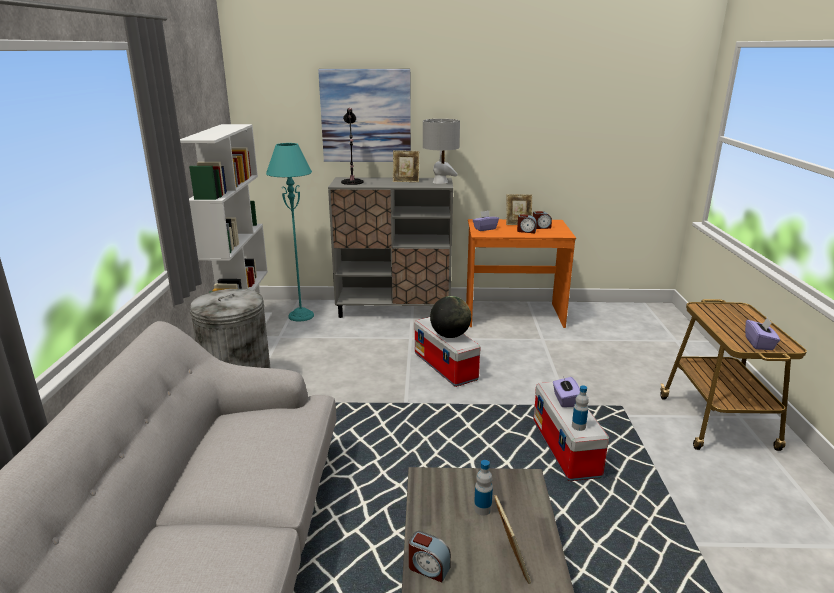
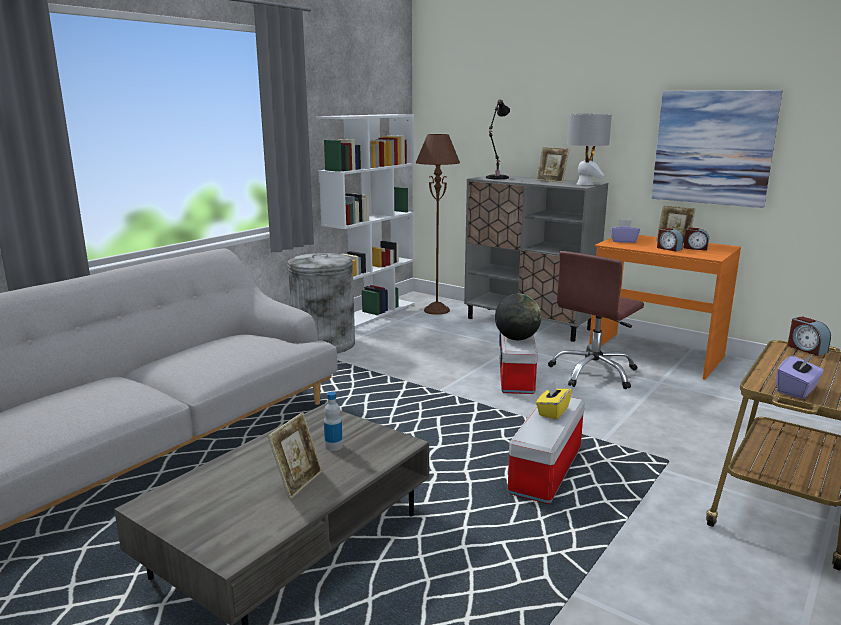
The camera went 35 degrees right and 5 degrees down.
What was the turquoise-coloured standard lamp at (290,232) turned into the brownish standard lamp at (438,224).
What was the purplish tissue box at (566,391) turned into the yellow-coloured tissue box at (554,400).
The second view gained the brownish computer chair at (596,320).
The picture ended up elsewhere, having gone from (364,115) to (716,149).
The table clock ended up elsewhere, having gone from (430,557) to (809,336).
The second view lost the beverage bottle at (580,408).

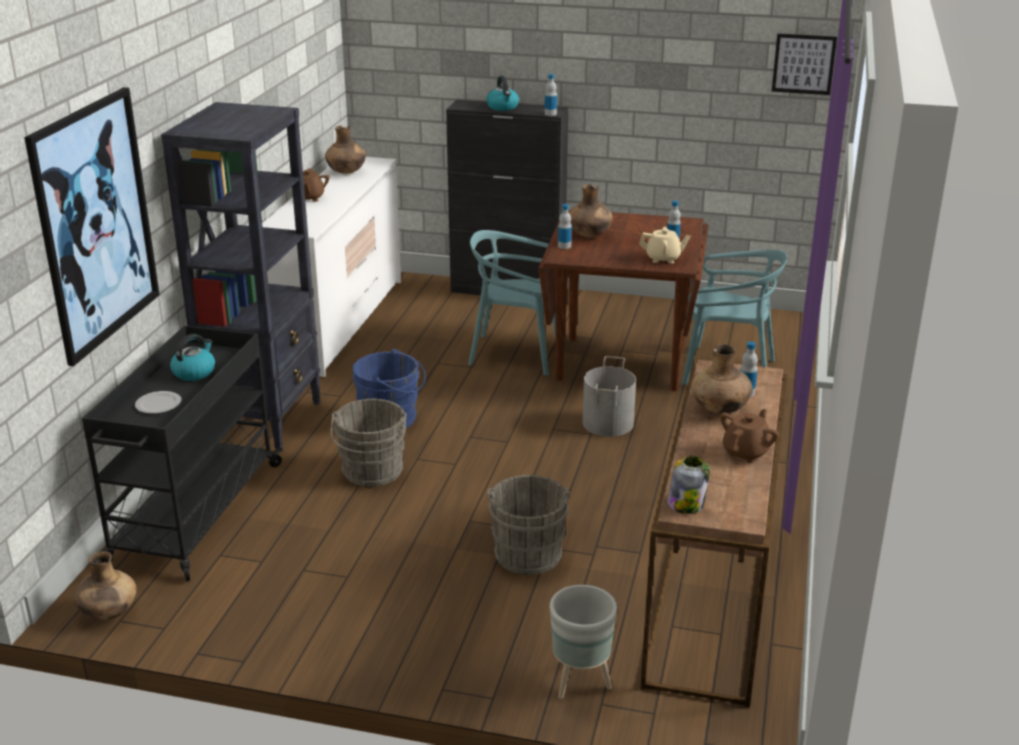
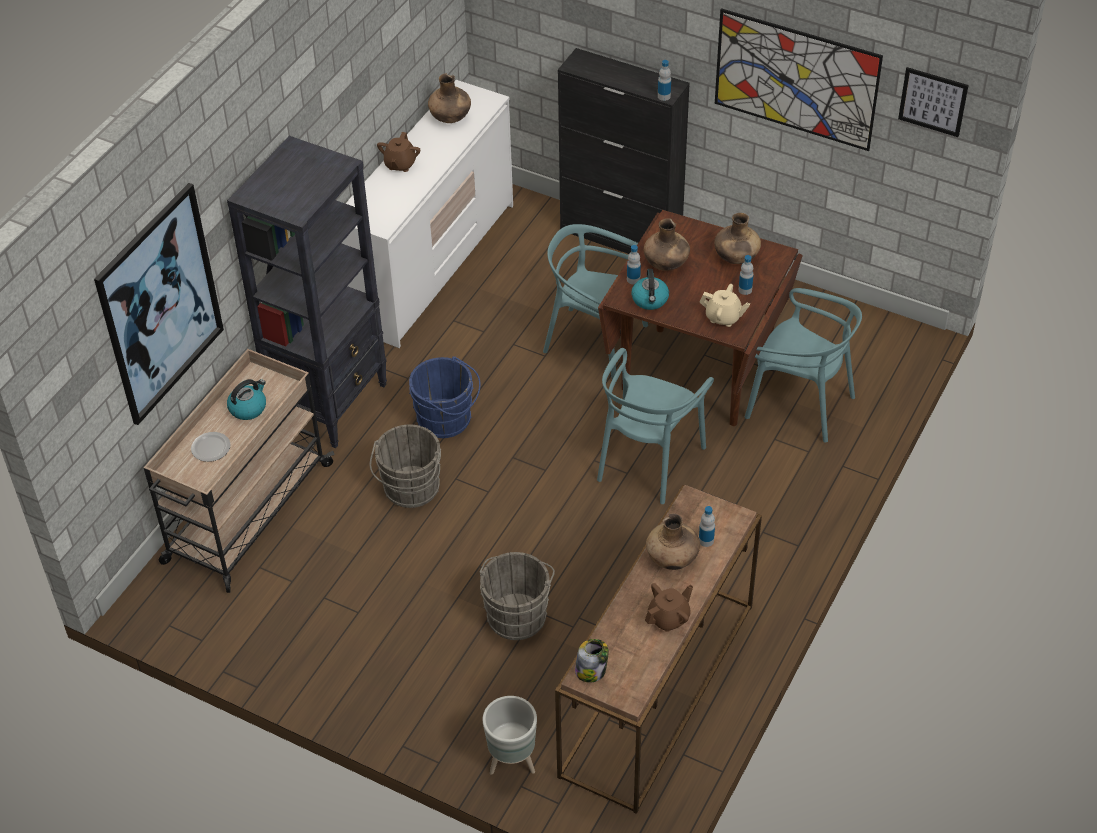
The camera went 15 degrees right and 20 degrees up.
What was the blackish cart at (182,453) turned into the beige-coloured cart at (239,471).
Where the greyish bucket stood at (609,396), the turquoise-coloured upright chair came to stand at (655,426).
The tea kettle ended up elsewhere, having gone from (502,93) to (650,289).
The brownish flower vase ended up elsewhere, having gone from (105,585) to (737,238).
The second view gained the picture at (799,79).

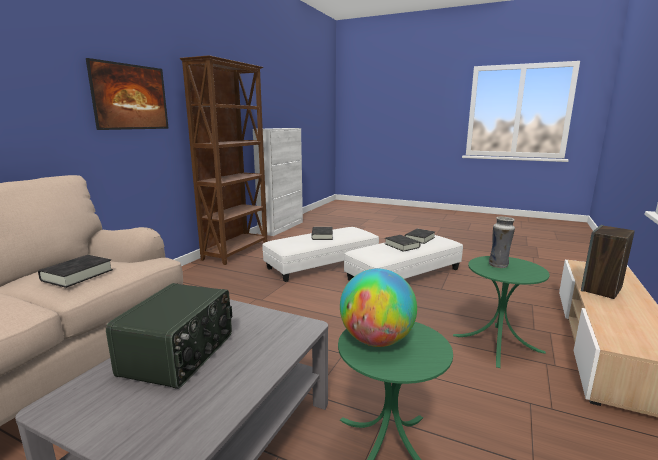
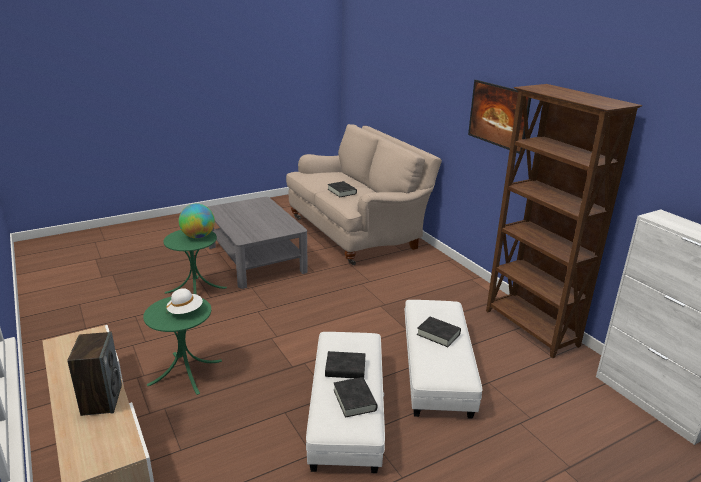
The camera went 125 degrees right and 10 degrees up.
Where the flower vase stood at (502,242), the white clothing hat came to stand at (184,301).
The second view lost the radio at (169,336).

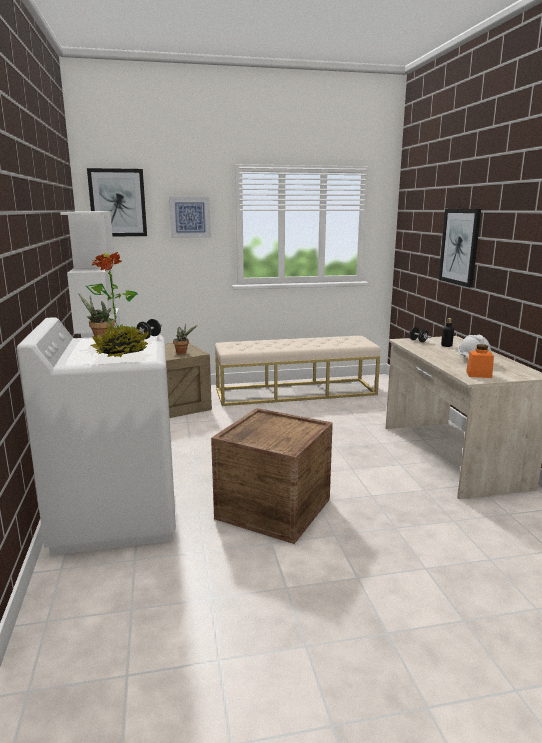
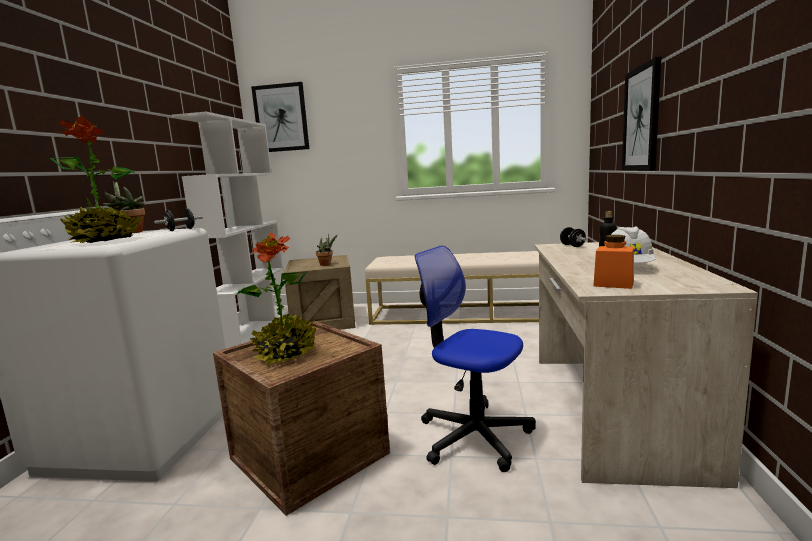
The camera went 20 degrees right and 5 degrees down.
The second view gained the houseplant at (276,299).
The second view gained the computer chair at (475,358).
The second view lost the picture at (190,217).

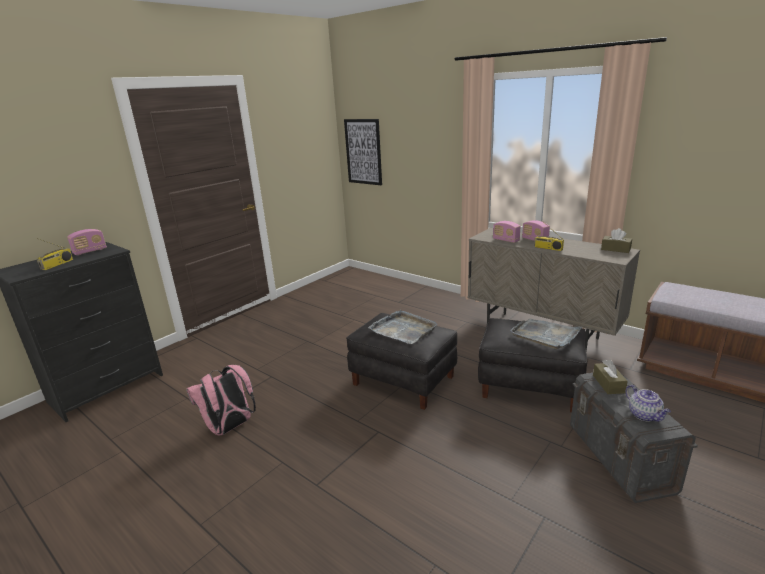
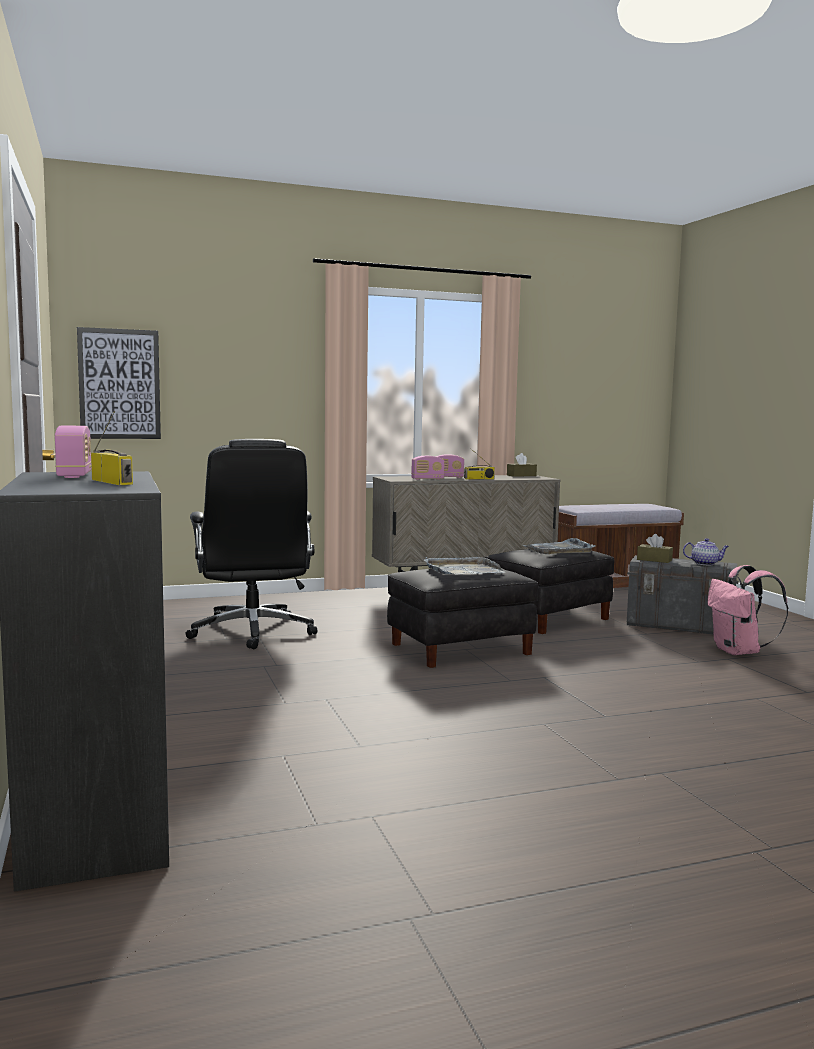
The camera went 60 degrees left and 15 degrees down.
The second view gained the blackish computer chair at (251,544).
The pinkish knapsack ended up elsewhere, having gone from (221,400) to (748,610).

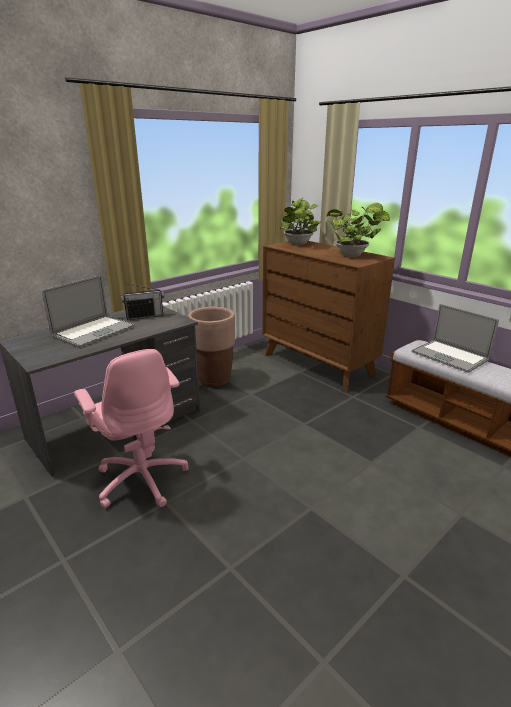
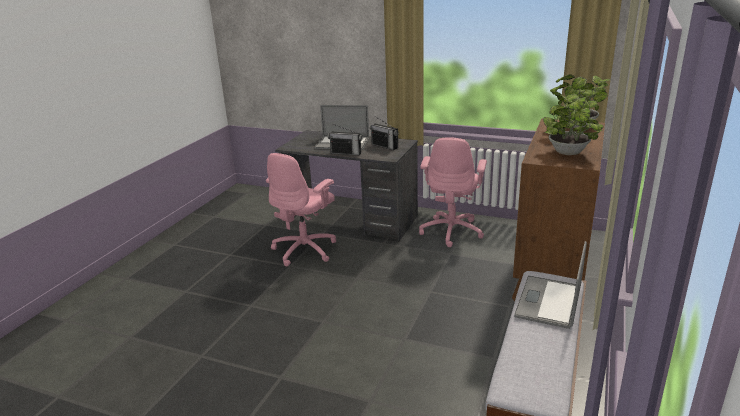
The camera went 65 degrees right and 0 degrees up.
The second view gained the radio at (345,139).
Where the brownish plant pot stood at (211,347), the pinkish computer chair came to stand at (453,192).

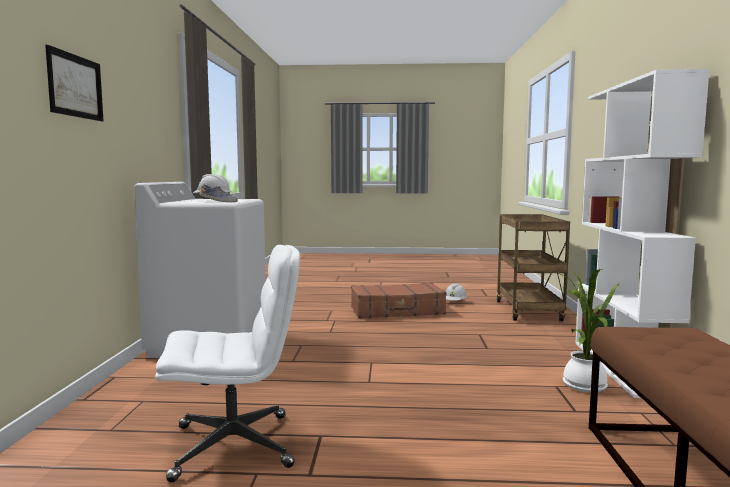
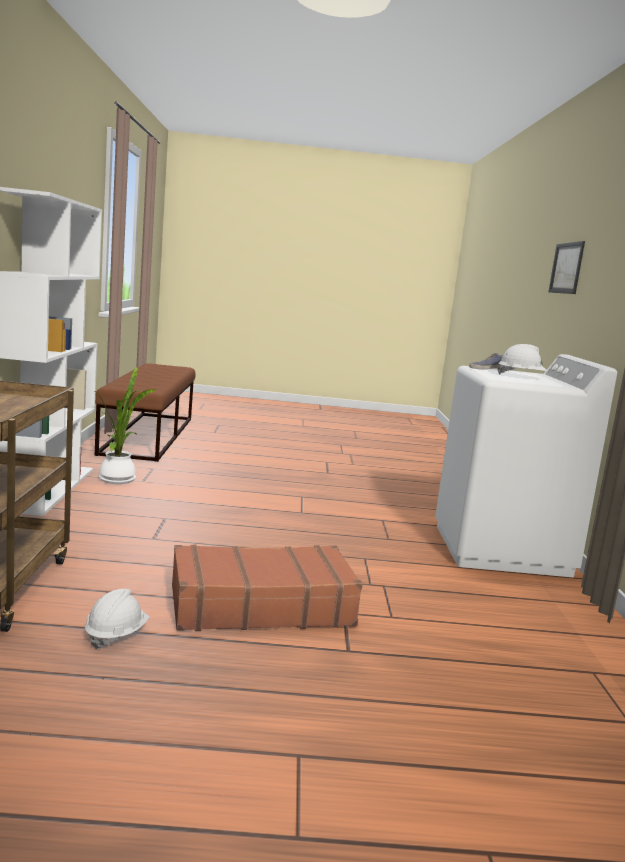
The camera went 175 degrees right and 5 degrees up.
The second view lost the white computer chair at (227,363).

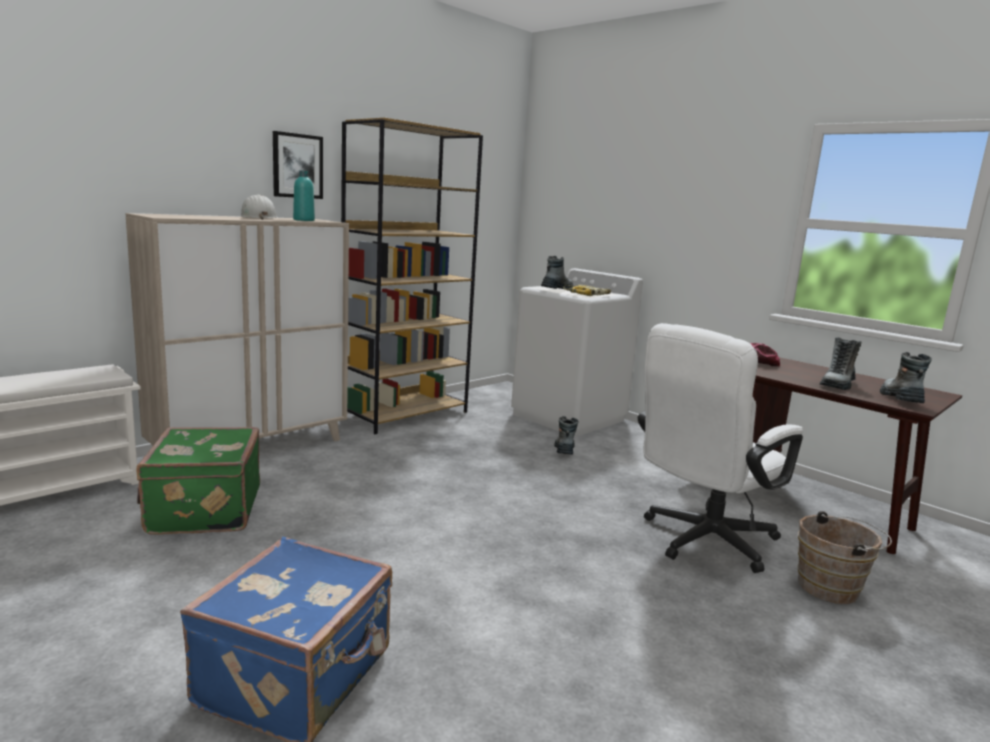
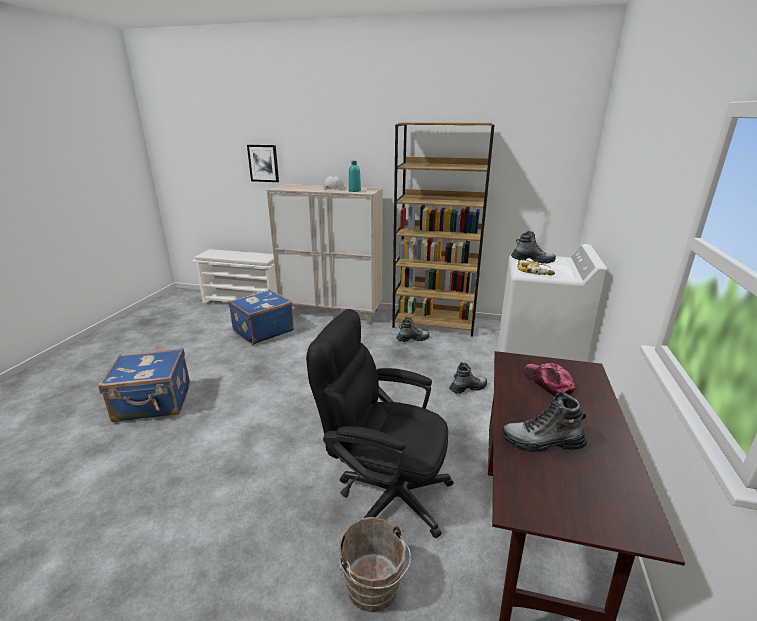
The camera went 60 degrees right and 10 degrees up.
What was the greenish suitcase at (198,481) turned into the blue suitcase at (261,317).
The picture ended up elsewhere, having gone from (298,165) to (263,163).
What was the white computer chair at (720,448) turned into the blackish computer chair at (380,423).
The high-top boot ended up elsewhere, having gone from (906,377) to (413,329).

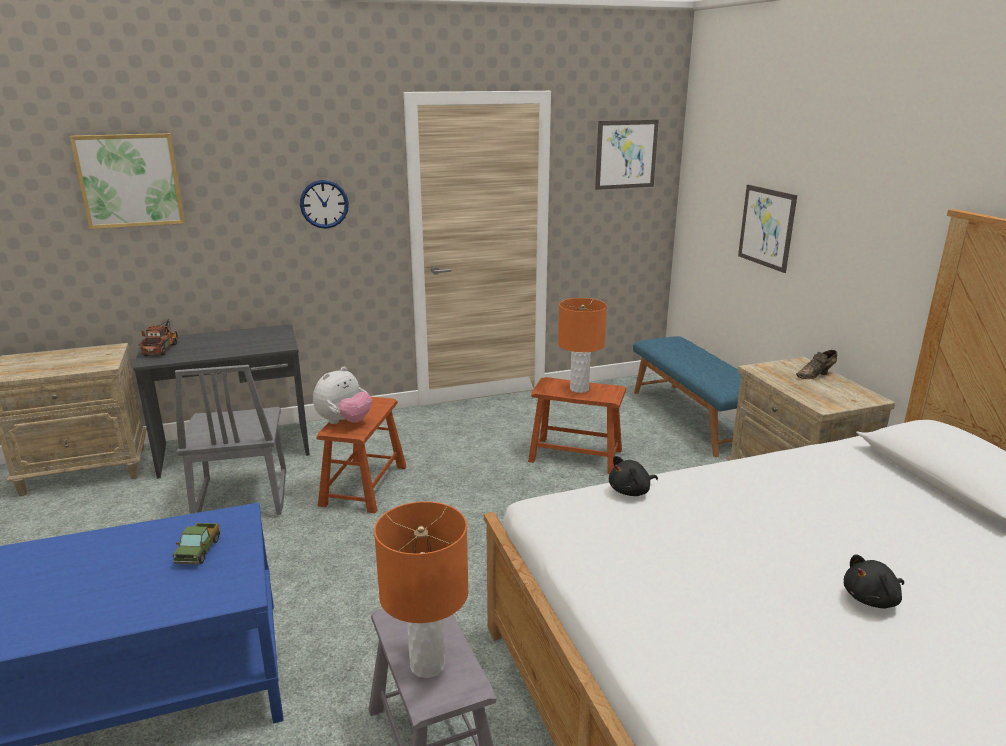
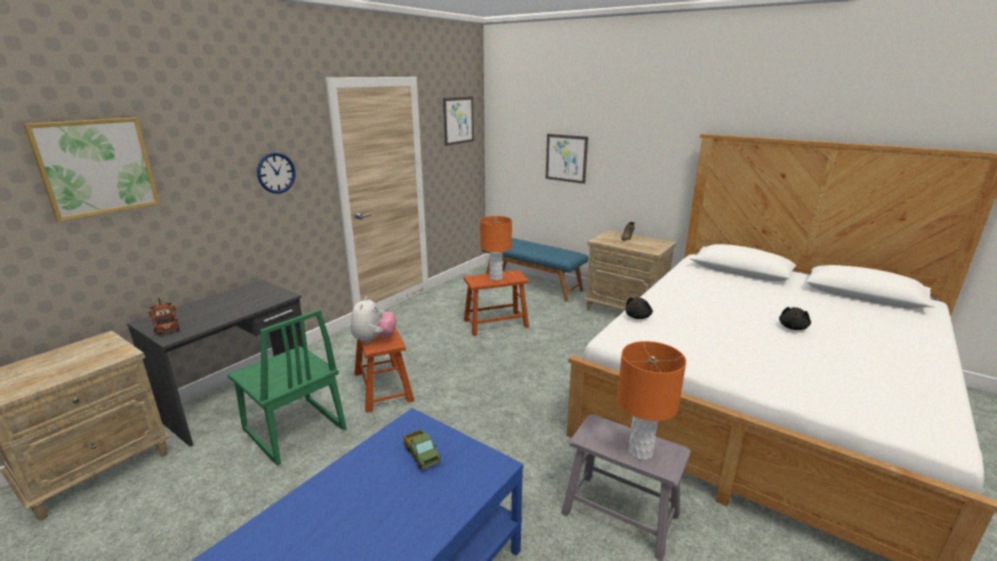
The camera went 35 degrees left and 0 degrees up.
What was the greyish upright chair at (231,440) turned into the greenish upright chair at (286,387).

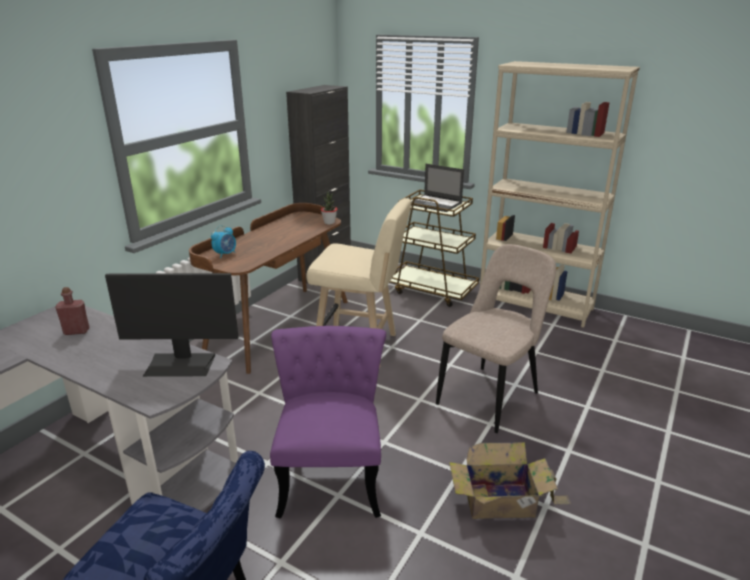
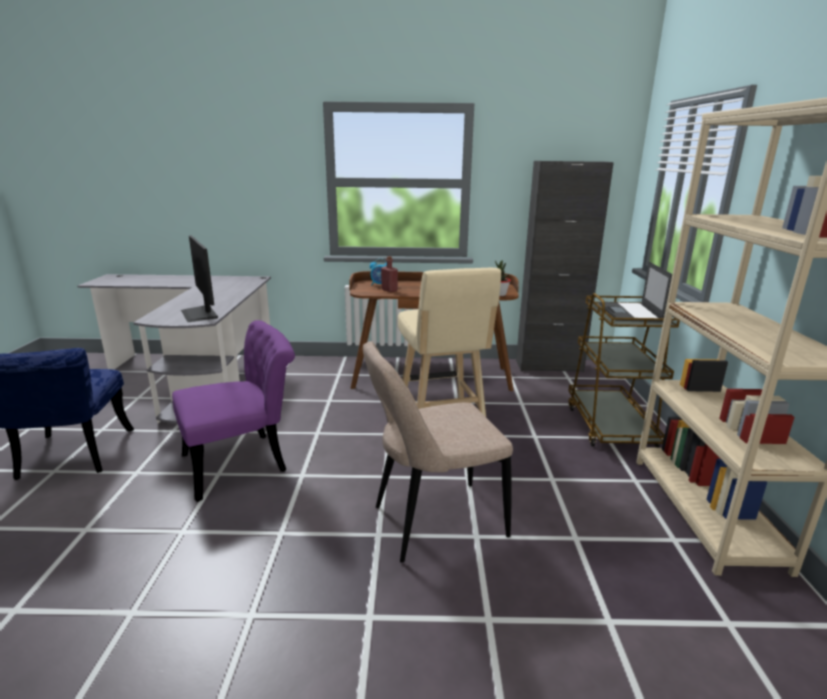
The camera went 60 degrees right and 5 degrees down.
The beige-coloured upright chair at (496,338) ended up facing another way, 150 degrees clockwise from before.
The reddish beverage bottle ended up elsewhere, having gone from (72,311) to (389,274).
The second view lost the cardboard box at (510,480).

